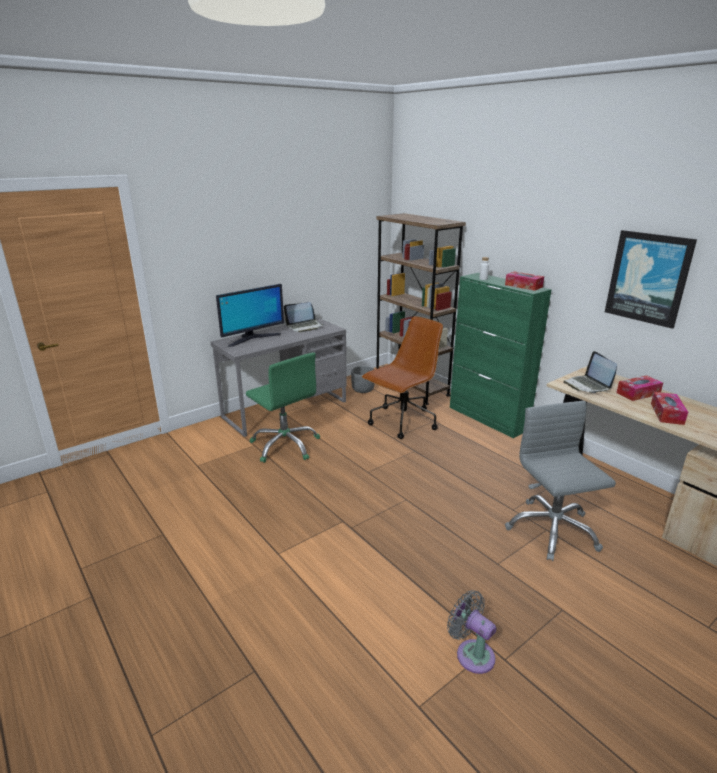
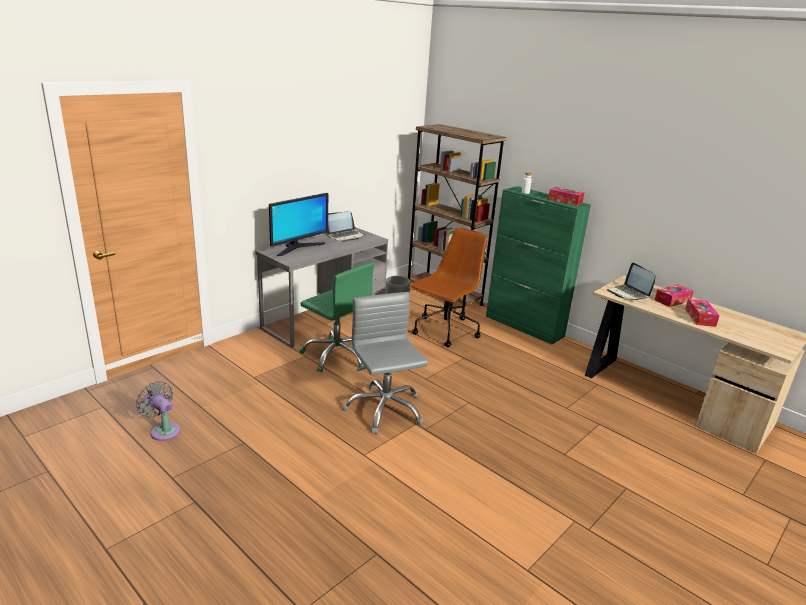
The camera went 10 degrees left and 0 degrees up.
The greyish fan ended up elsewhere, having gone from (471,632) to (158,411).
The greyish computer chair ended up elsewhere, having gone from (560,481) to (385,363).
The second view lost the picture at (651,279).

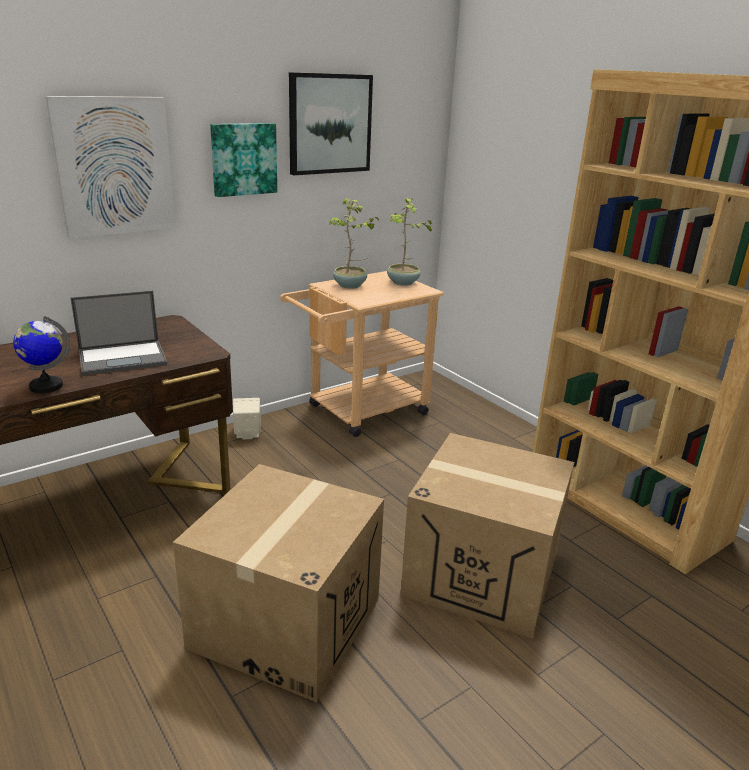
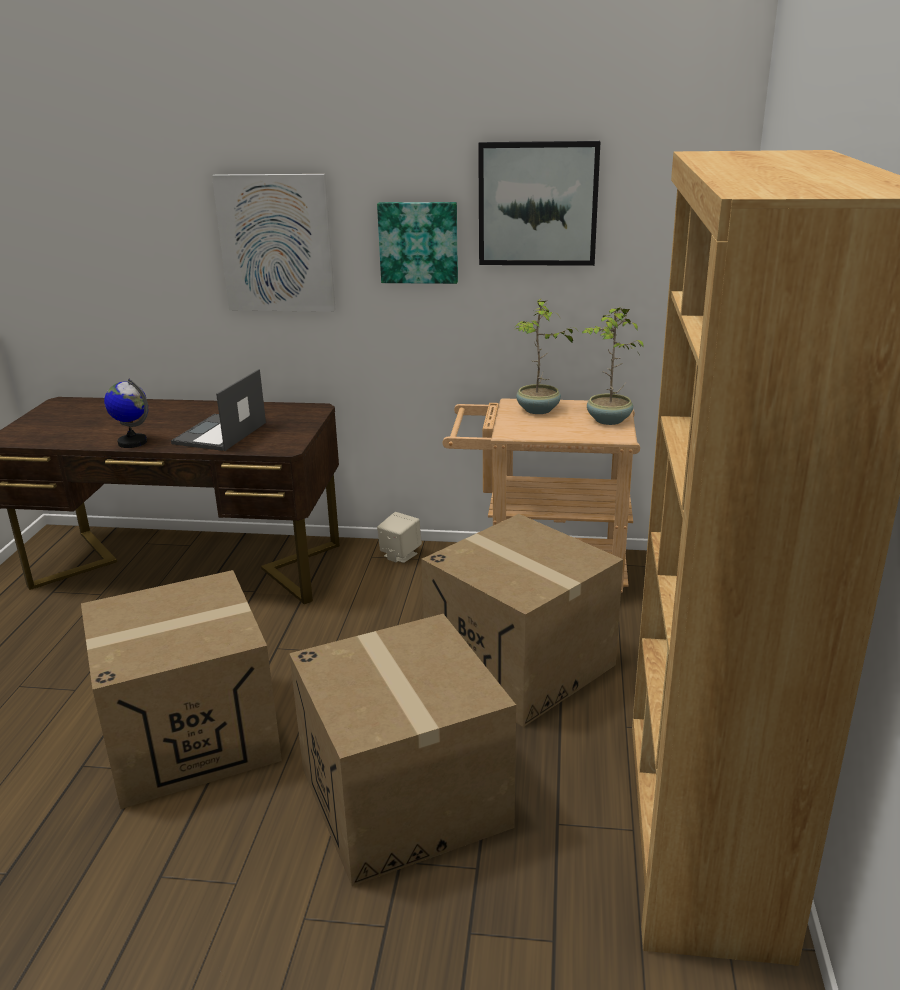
The camera went 45 degrees right and 0 degrees up.
The portable computer at (119,333) ended up facing another way, 90 degrees clockwise from before.
The second view gained the cardboard box at (522,620).

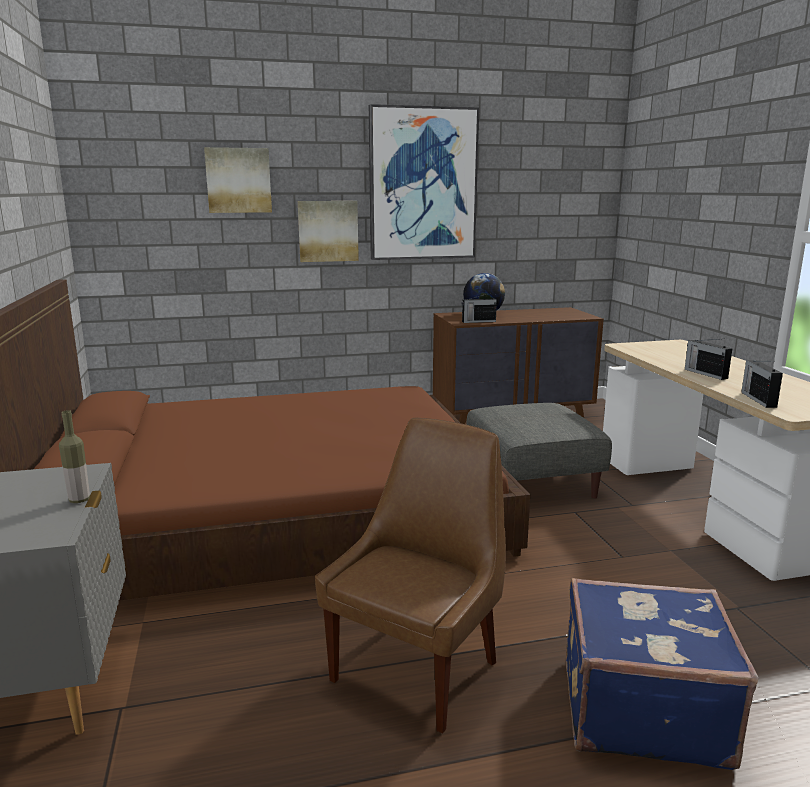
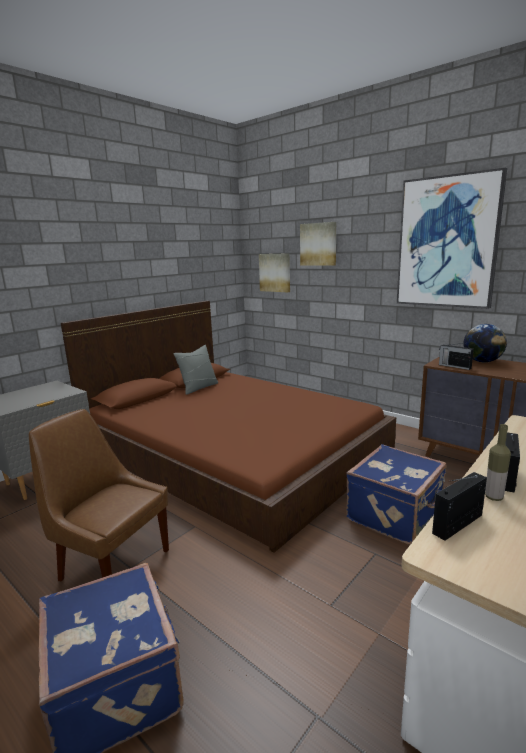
The camera went 55 degrees right and 0 degrees up.
The brownish upright chair at (410,576) ended up facing another way, 150 degrees counterclockwise from before.
The second view gained the greyish cushion at (195,370).
The picture ended up elsewhere, having gone from (328,231) to (274,272).
Where the greyish pouffe stood at (539,450), the blue suitcase came to stand at (396,494).
The beverage bottle ended up elsewhere, having gone from (74,456) to (498,462).

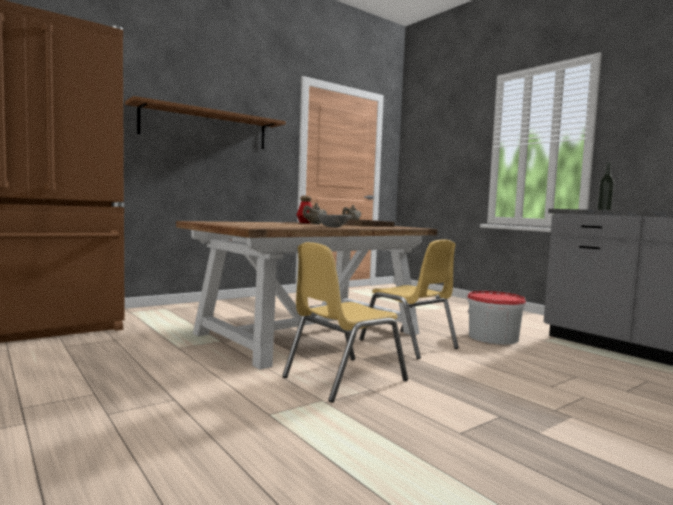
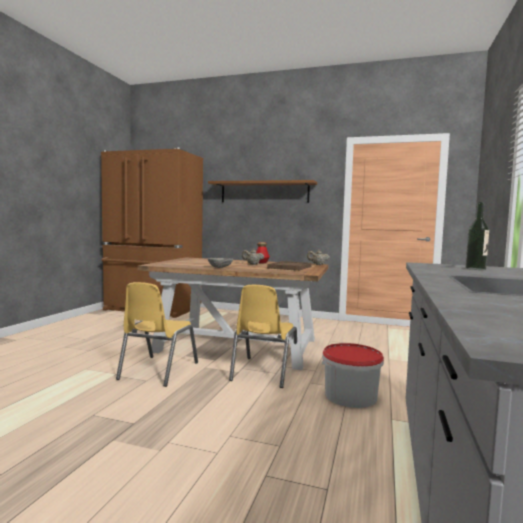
The camera went 55 degrees right and 0 degrees up.
The yellow-coloured upright chair at (345,322) ended up facing another way, 90 degrees counterclockwise from before.

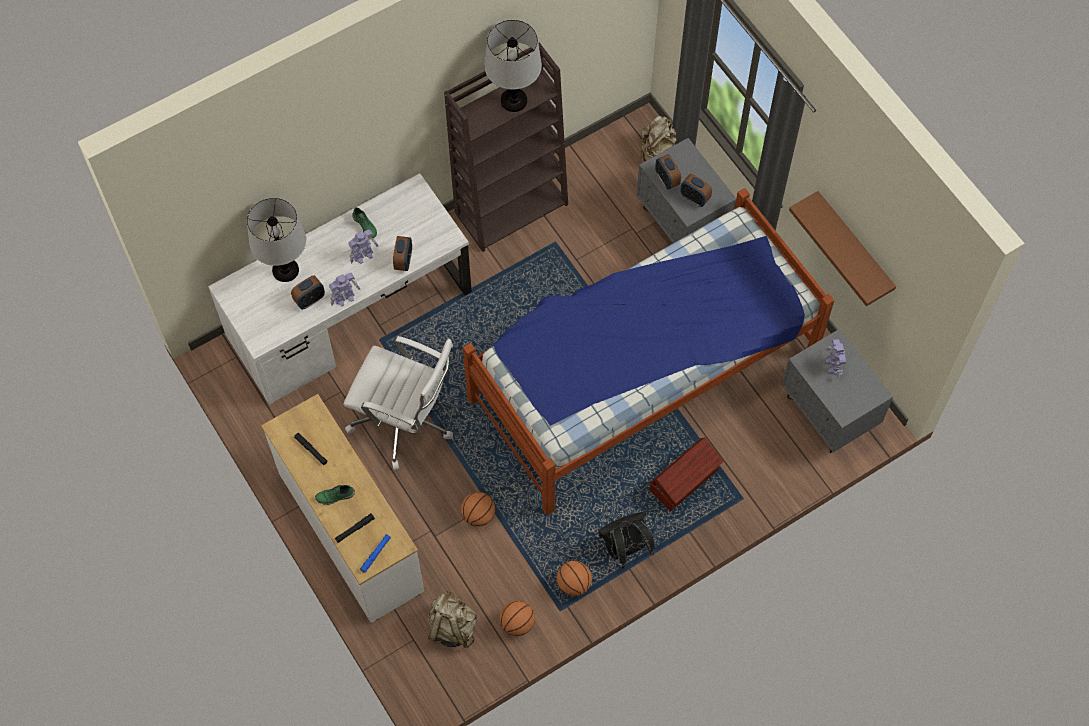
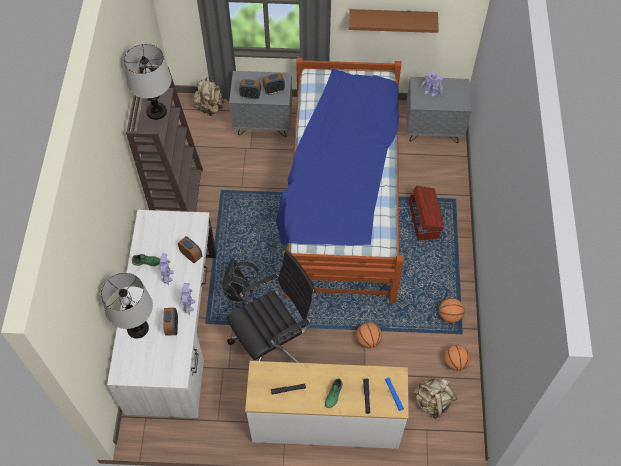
The camera went 55 degrees left and 5 degrees down.
The blackish knapsack ended up elsewhere, having gone from (626,540) to (240,279).
What was the white computer chair at (398,403) turned into the blackish computer chair at (271,306).

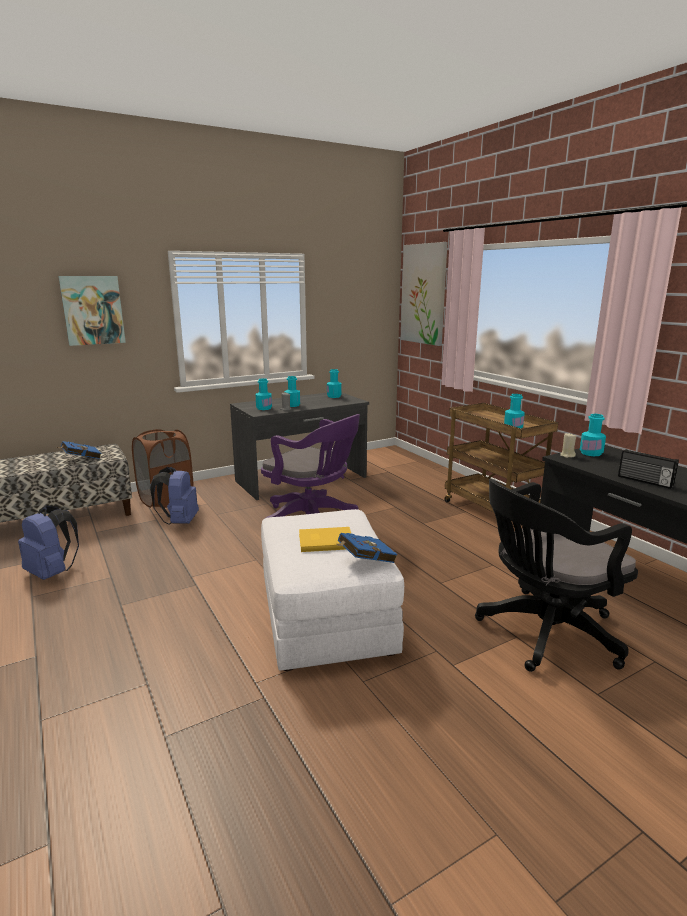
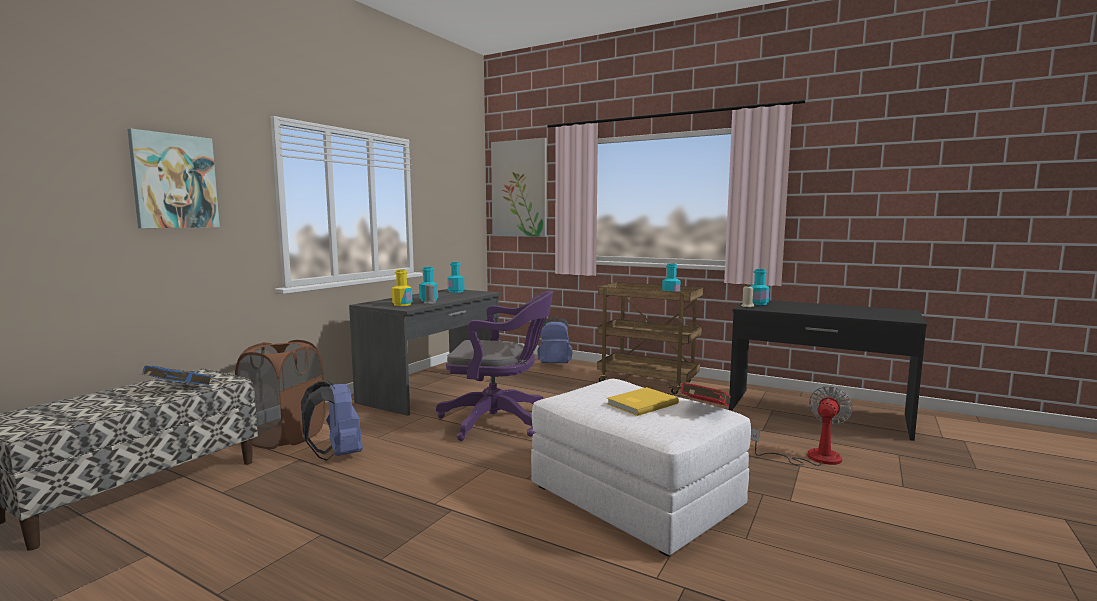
The camera went 30 degrees left and 10 degrees down.
What was the turquoise-coloured beverage bottle at (264,394) turned into the yellow-coloured beverage bottle at (402,287).
The blue knapsack ended up elsewhere, having gone from (48,542) to (554,339).
What was the blue volume at (366,548) turned into the reddish volume at (706,394).
Where the blackish computer chair stood at (556,575), the fan came to stand at (802,426).
The second view lost the radio at (648,469).

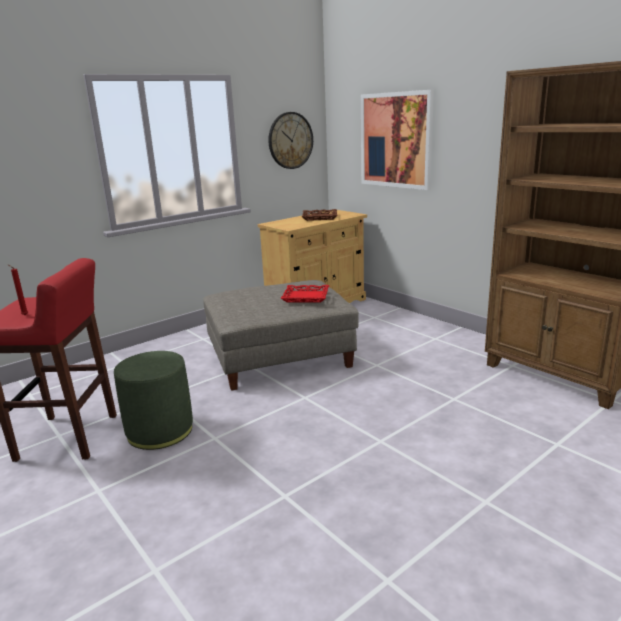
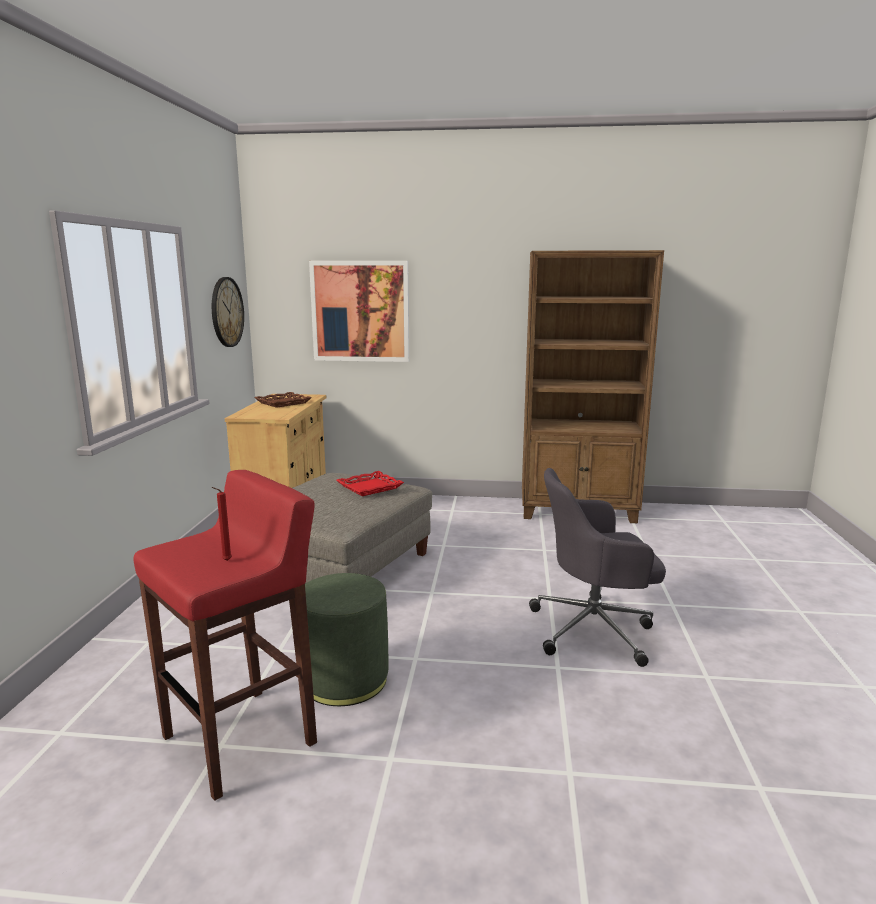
The camera went 45 degrees left and 5 degrees down.
The second view gained the greyish computer chair at (597,567).

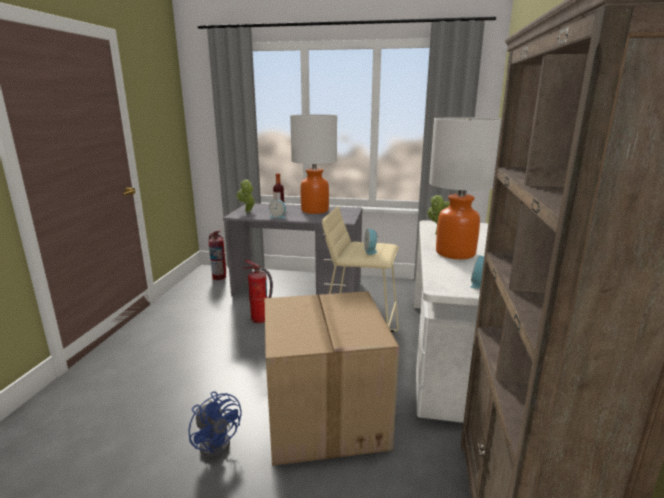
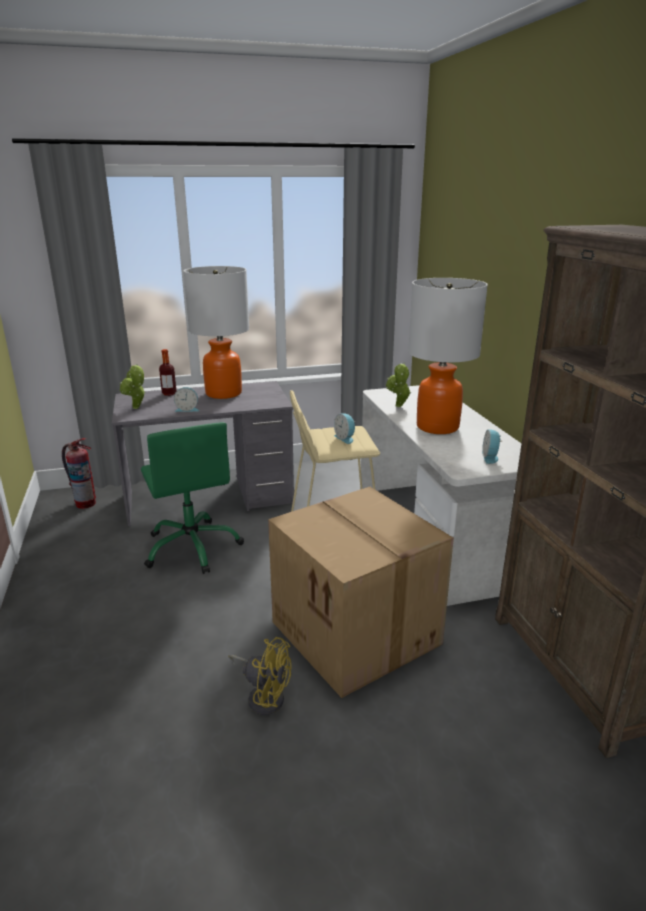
The camera went 25 degrees left and 5 degrees up.
Where the extinguisher stood at (257,291), the greenish computer chair came to stand at (192,498).
What was the blue fan at (215,425) turned into the yellow-coloured fan at (259,676).

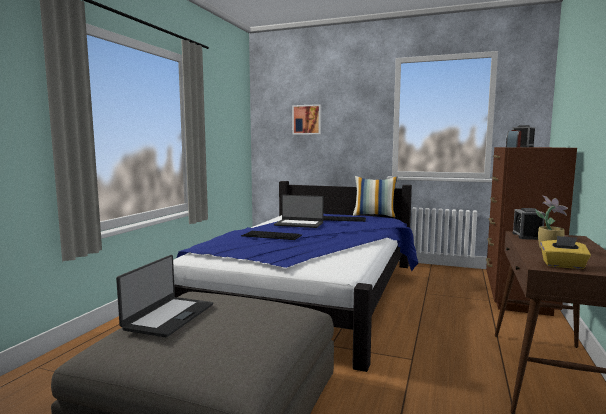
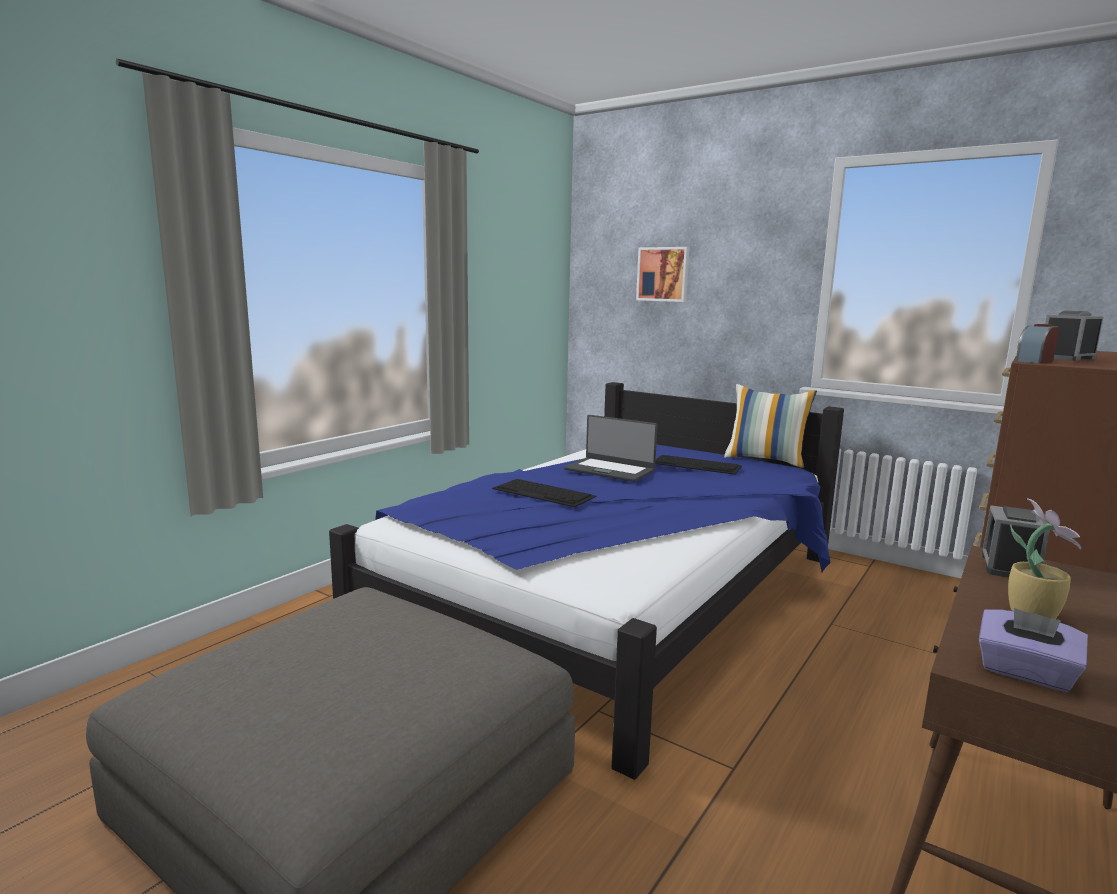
The camera went 15 degrees right and 5 degrees up.
What was the yellow-coloured tissue box at (566,252) turned into the purplish tissue box at (1033,650).
The second view lost the portable computer at (164,296).

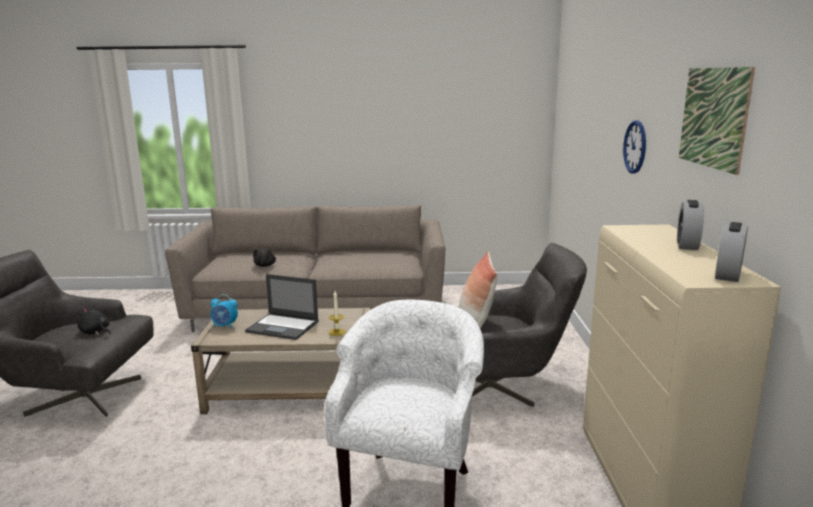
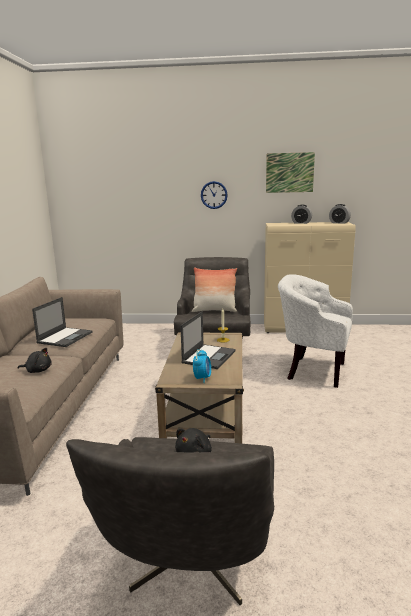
The camera went 85 degrees left and 0 degrees up.
The second view gained the portable computer at (62,322).

